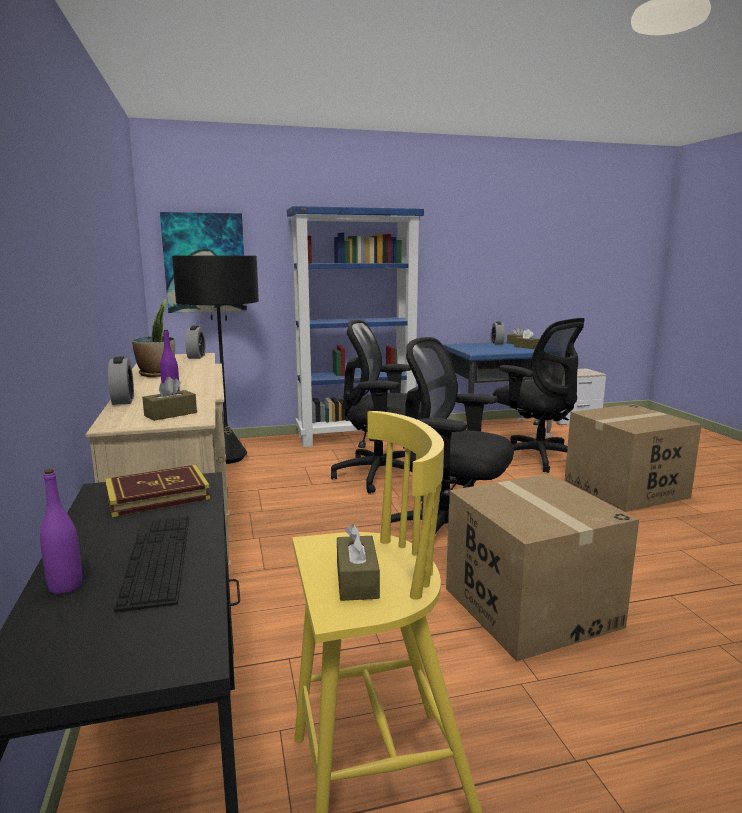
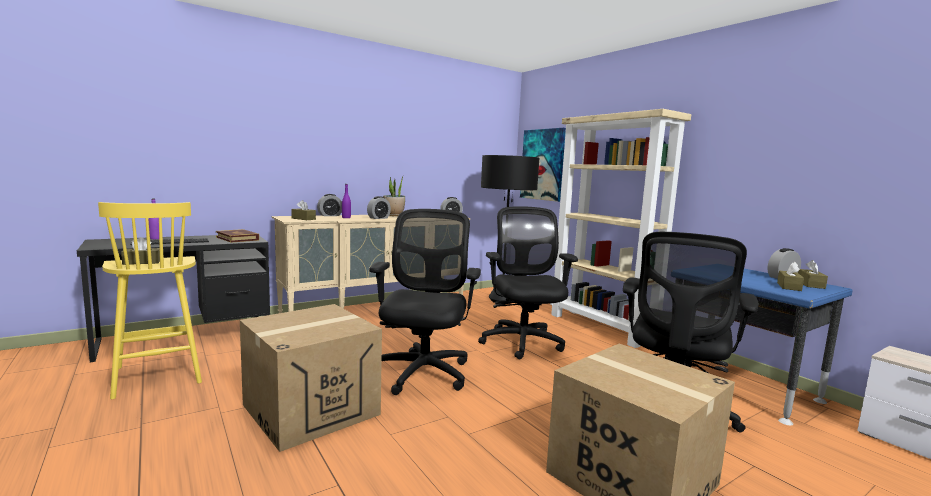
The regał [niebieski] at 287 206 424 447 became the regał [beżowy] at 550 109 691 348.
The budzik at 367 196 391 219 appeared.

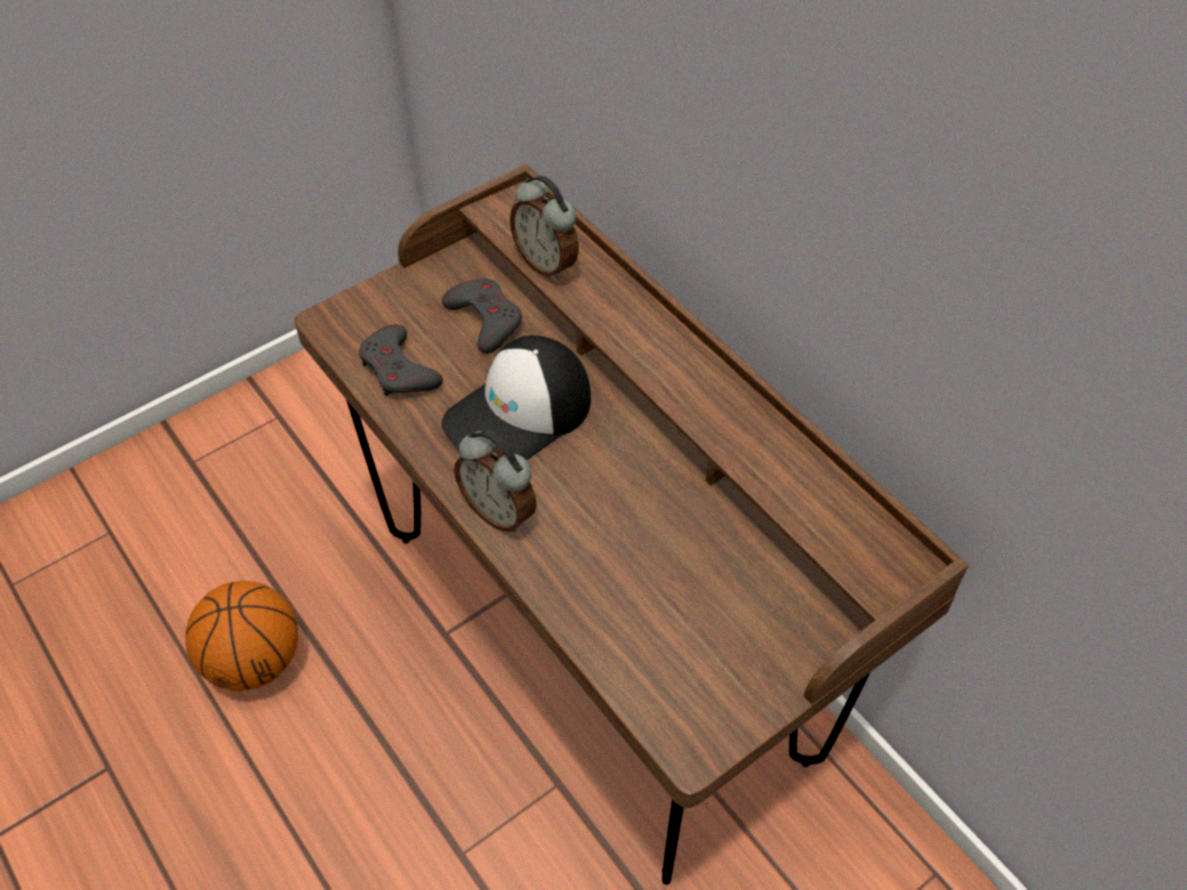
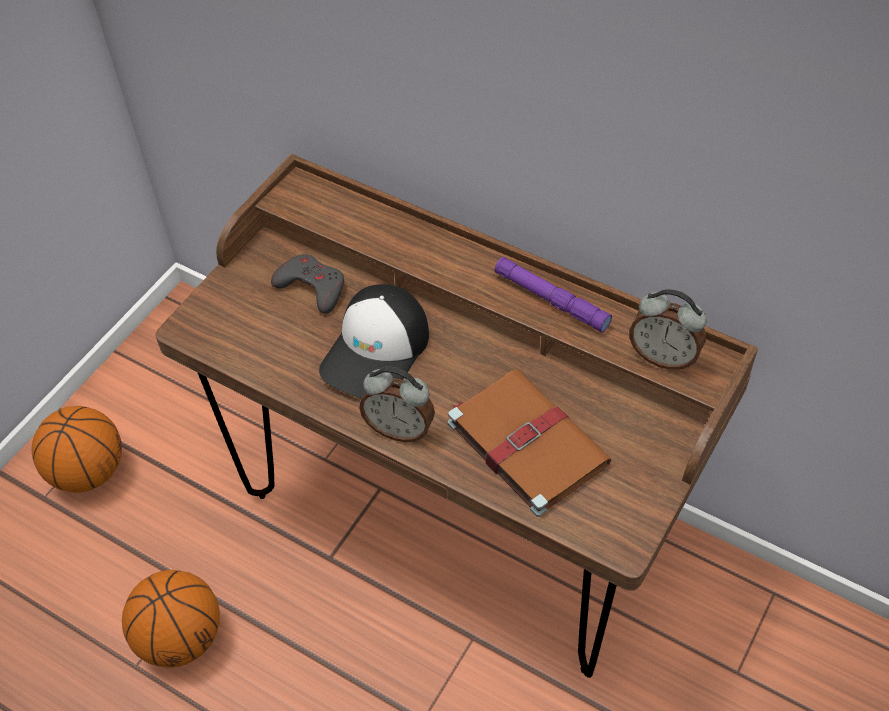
The budzik moved from 510 175 579 280 to 629 289 707 370.
The pad do gier [szary] at 359 324 443 396 disappeared.
The latarka [fioletowy] at 494 257 612 333 appeared.
The książka [brązowy] at 448 369 611 517 appeared.
The piłka do koszykówki at 32 406 122 493 appeared.

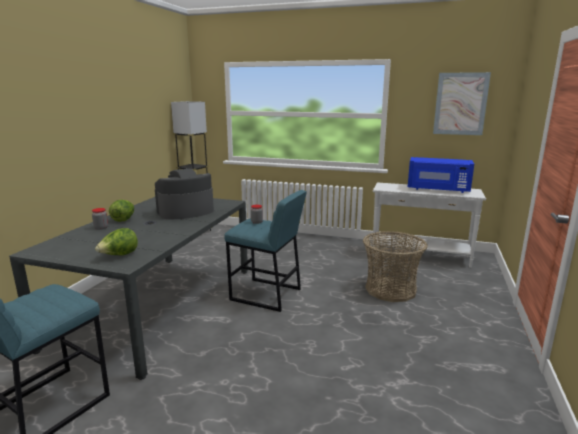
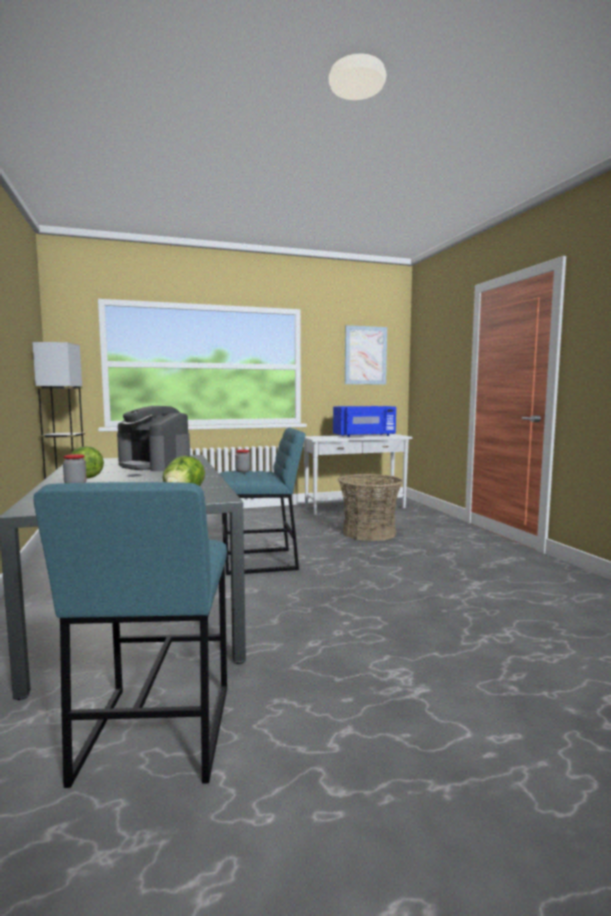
The ekspres do kawy at 155 169 214 220 turned 75 degrees counterclockwise.

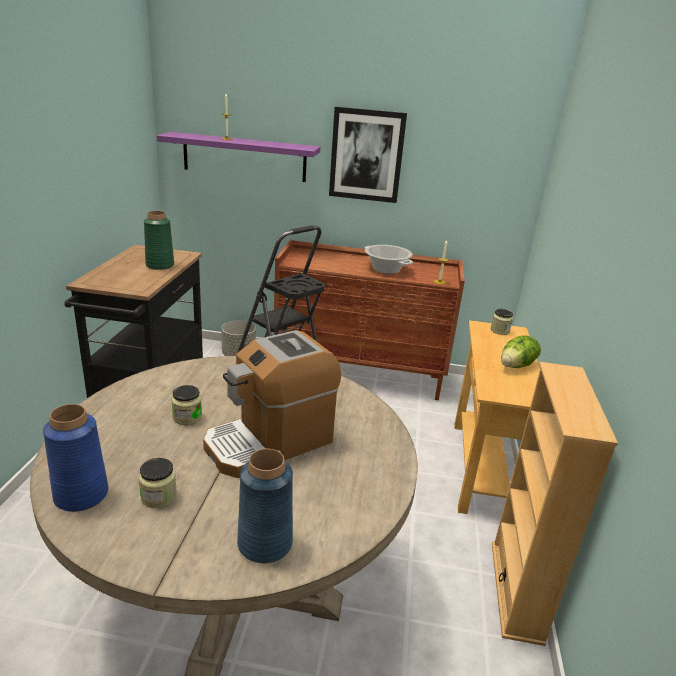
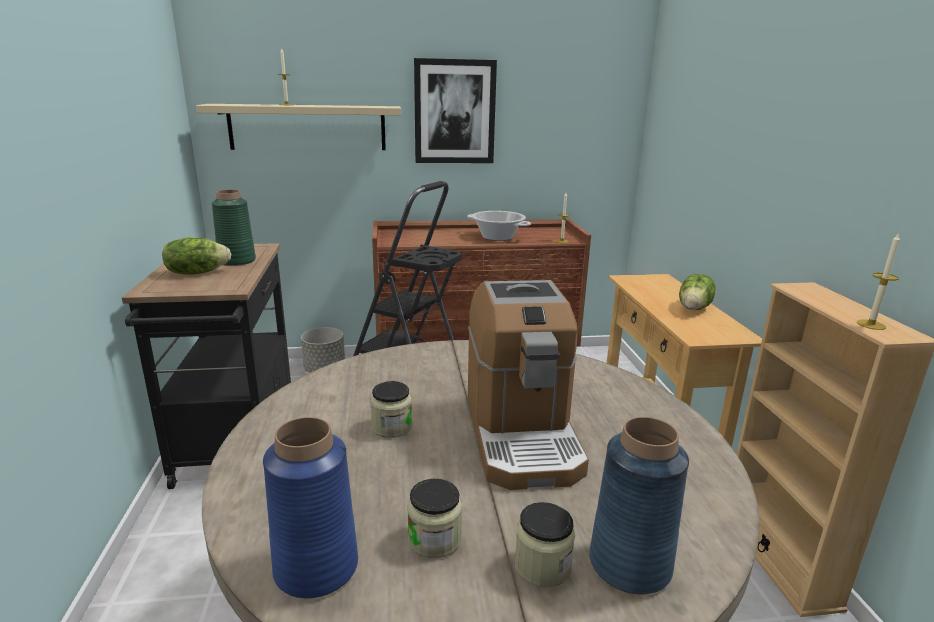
The półka [fioletowy] at 157 132 321 182 became the półka [beżowy] at 196 104 402 150.
The słoik moved from 490 309 513 335 to 515 502 575 588.
The ekspres do kawy at 203 330 341 478 turned 45 degrees counterclockwise.
The świeca at 857 234 900 330 appeared.
The sałata at 162 237 231 275 appeared.

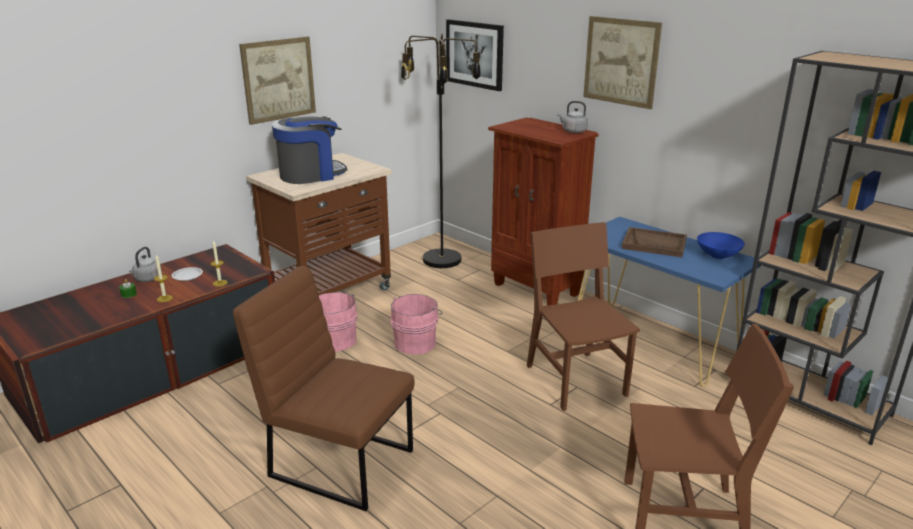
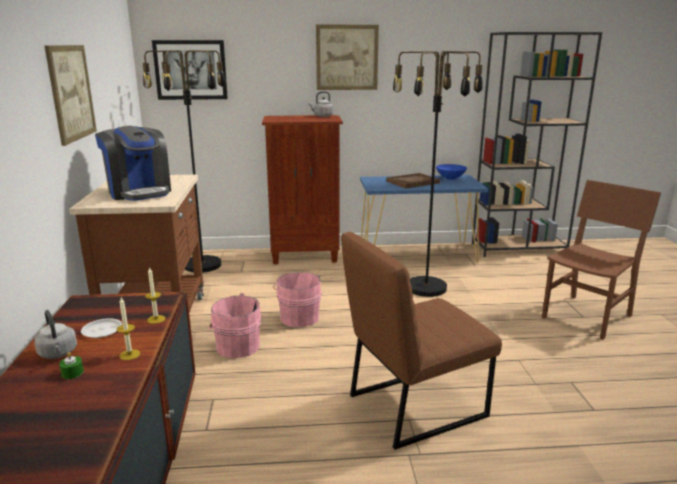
The ekspres do kawy at 272 116 347 184 turned 135 degrees clockwise.
The krzesło [brązowy] at 527 222 640 411 was replaced by the lampa stojąca at 393 51 483 297.

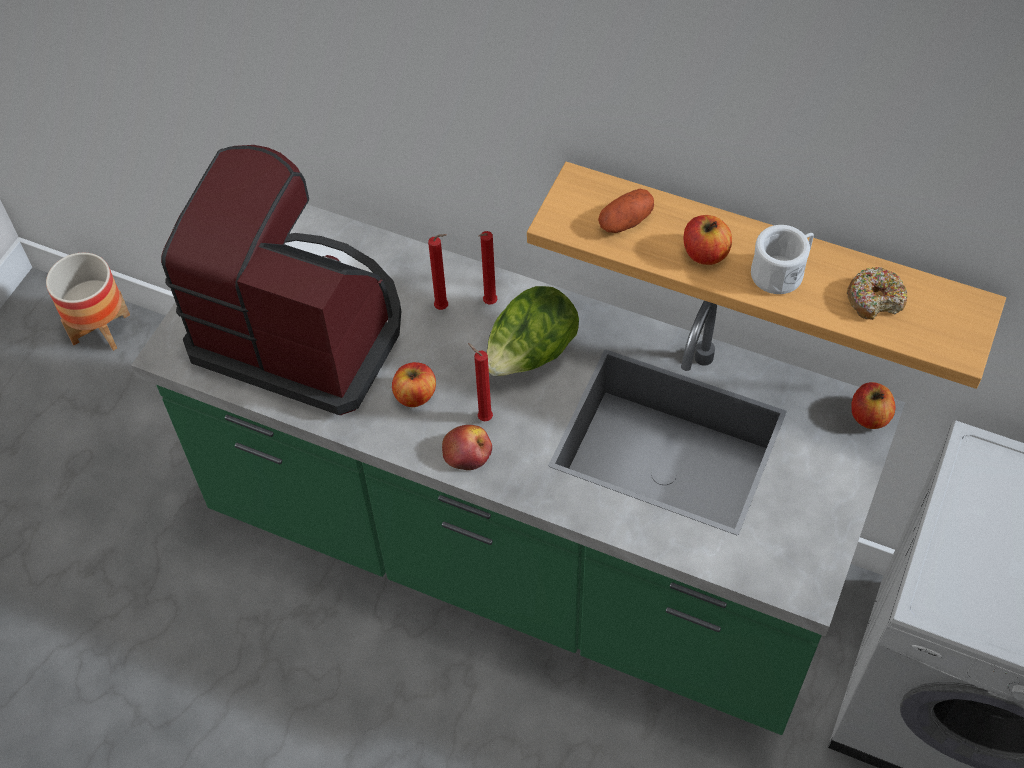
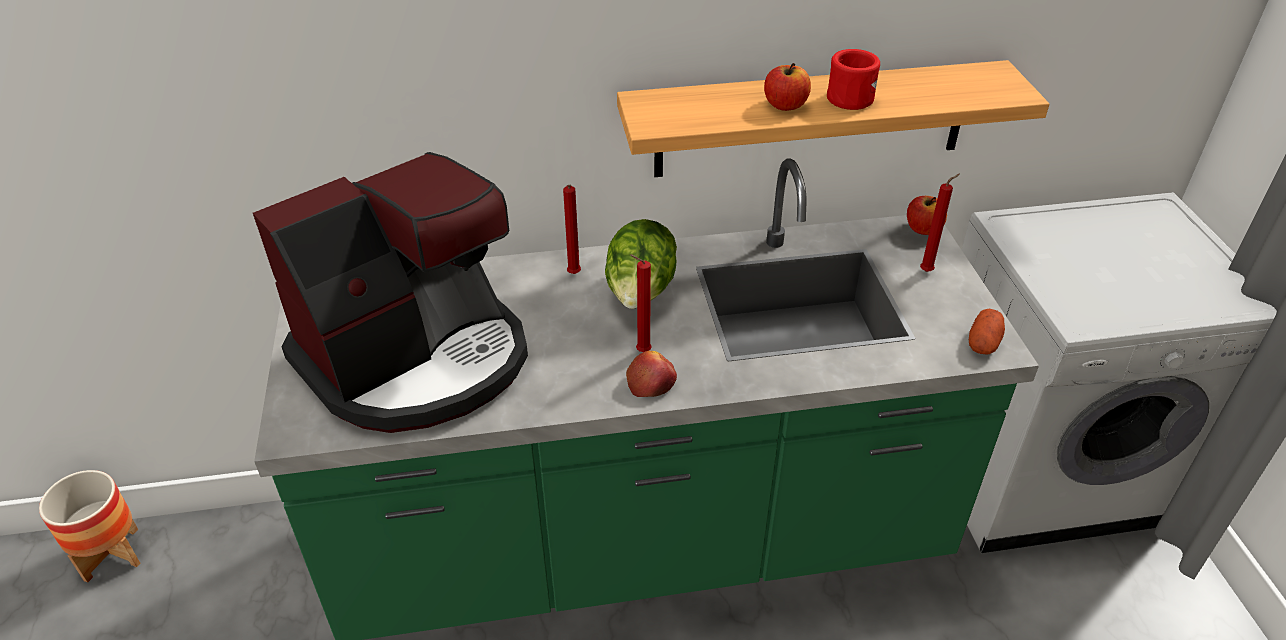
The ekspres do kawy at 161 145 401 415 turned 150 degrees clockwise.
The ziemniak moved from 598 189 654 233 to 969 309 1005 355.
The kubek [biały] at 751 225 814 294 became the kubek [czerwony] at 827 49 880 110.
The świeca [czerwony] moved from 428 234 448 310 to 920 174 960 272.
The donut at 847 267 907 320 disappeared.
The jabłko at 392 362 436 407 disappeared.

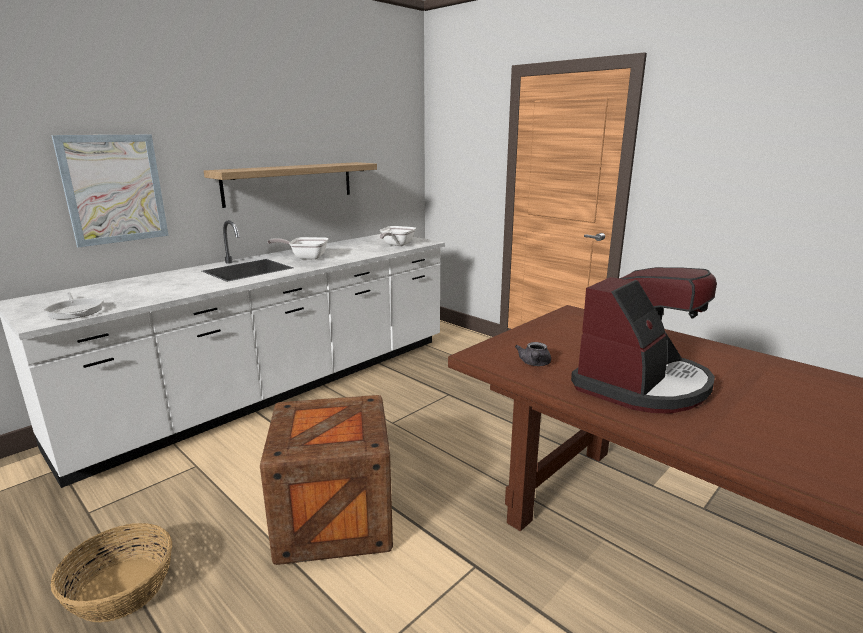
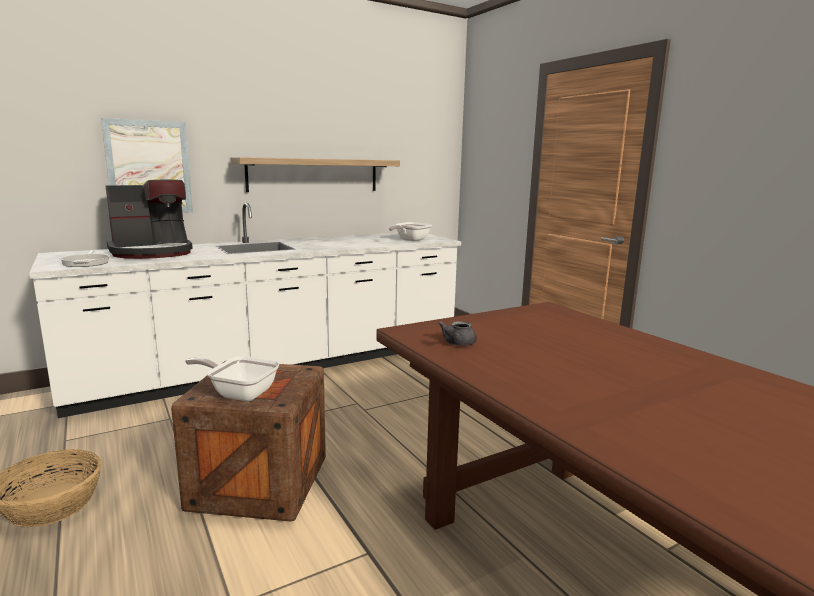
The patelnia moved from 267 237 329 260 to 185 356 279 401.
The ekspres do kawy moved from 571 267 717 414 to 105 179 193 259.

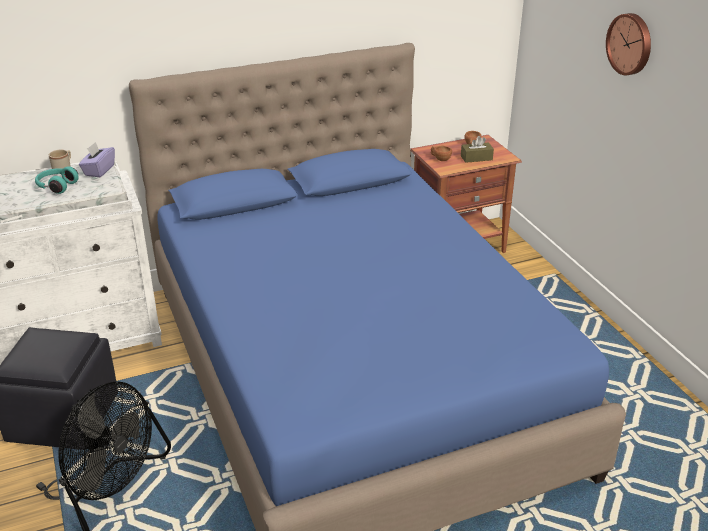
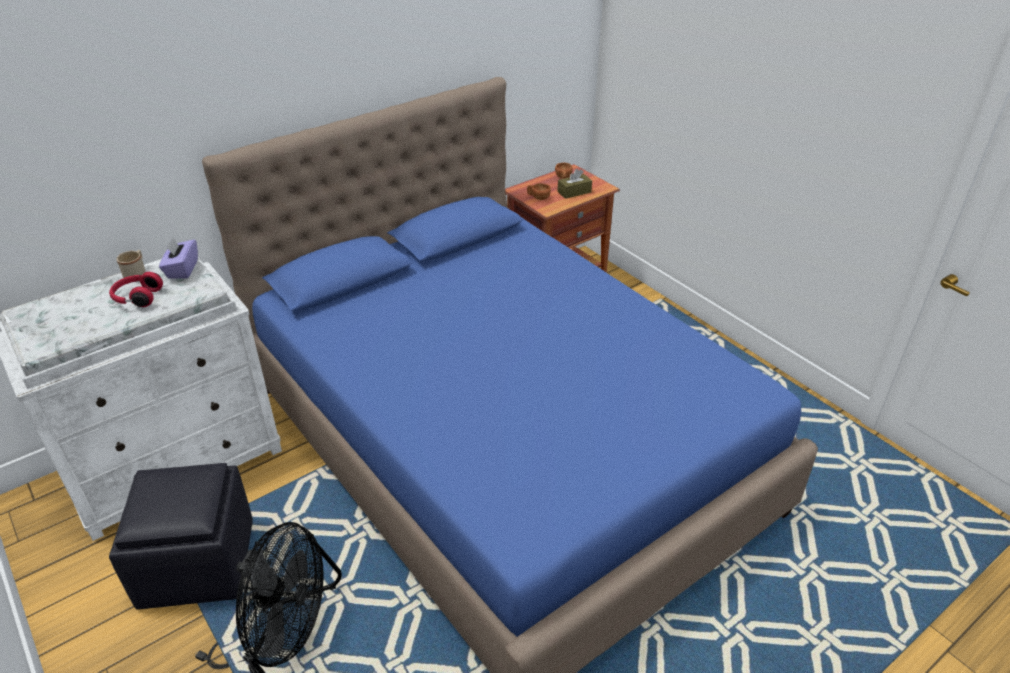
The zegar ścienny at 606 13 651 75 disappeared.
The słuchawki [turkusowy] at 35 166 79 194 became the słuchawki [czerwony] at 109 272 163 307.

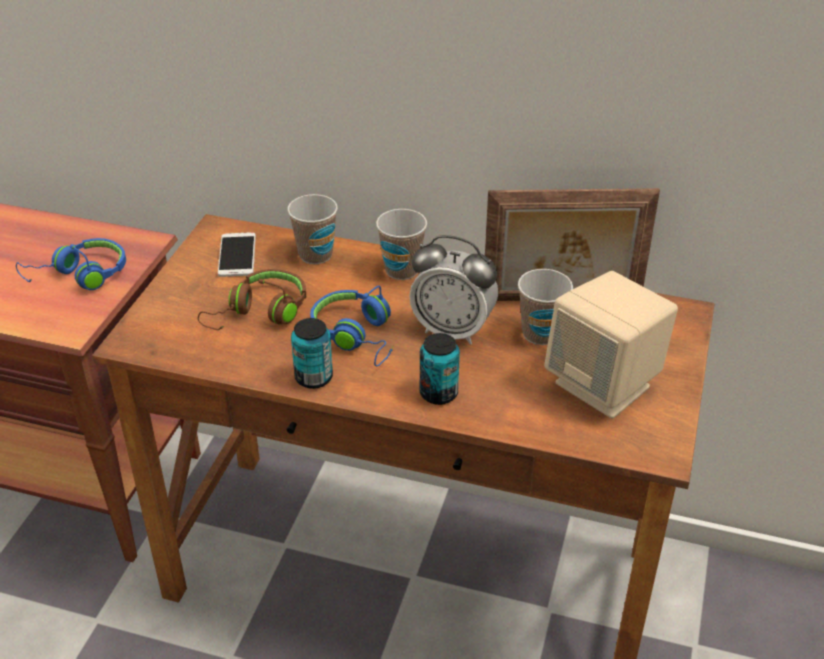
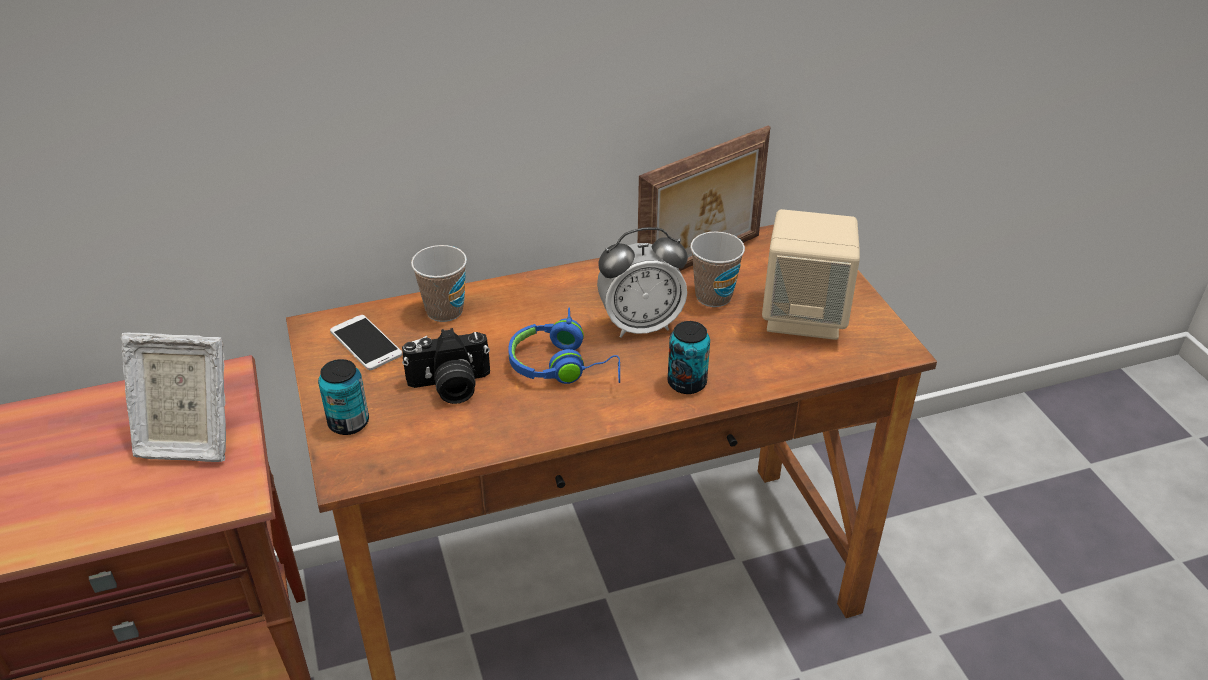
The filiżanka at 376 209 427 280 disappeared.
The słuchawki [niebieski] at 16 238 126 290 was replaced by the ramka na zdjęcie at 121 333 226 462.
The słuchawki [brązowy] at 198 269 306 330 was replaced by the aparat fotograficzny at 402 328 490 404.
The puszka moved from 291 318 333 389 to 318 359 369 435.

